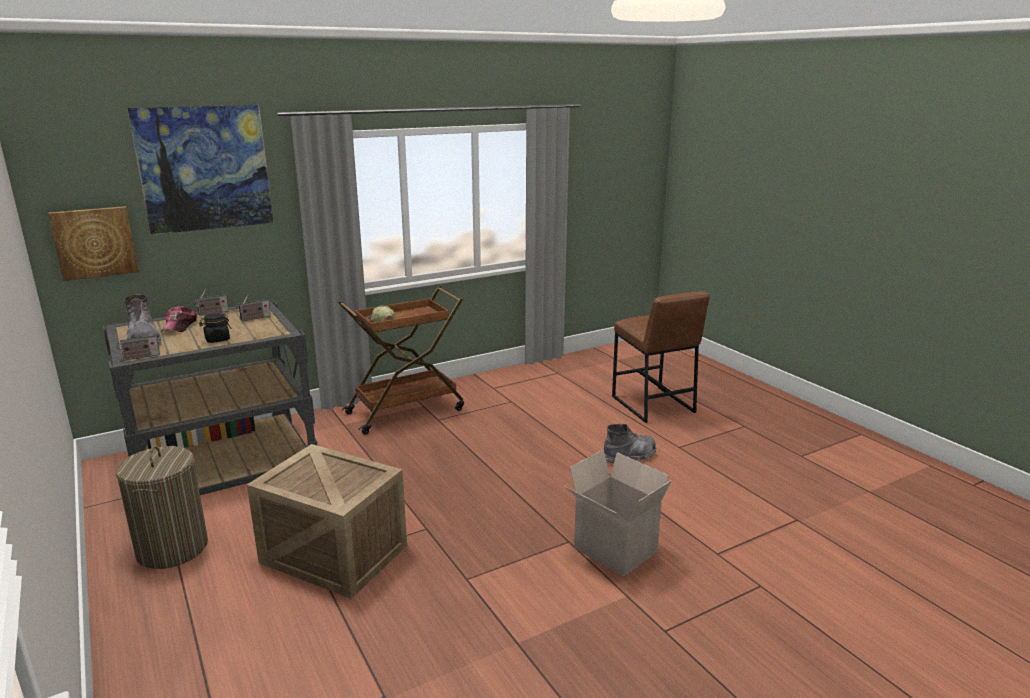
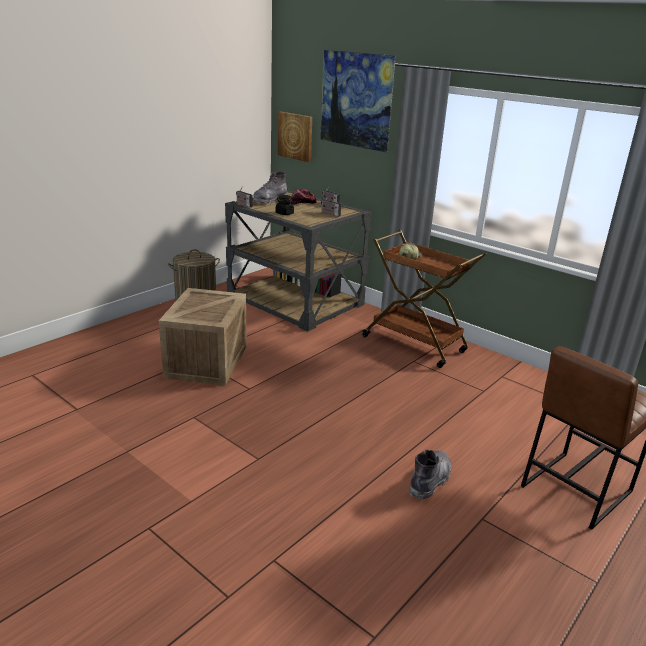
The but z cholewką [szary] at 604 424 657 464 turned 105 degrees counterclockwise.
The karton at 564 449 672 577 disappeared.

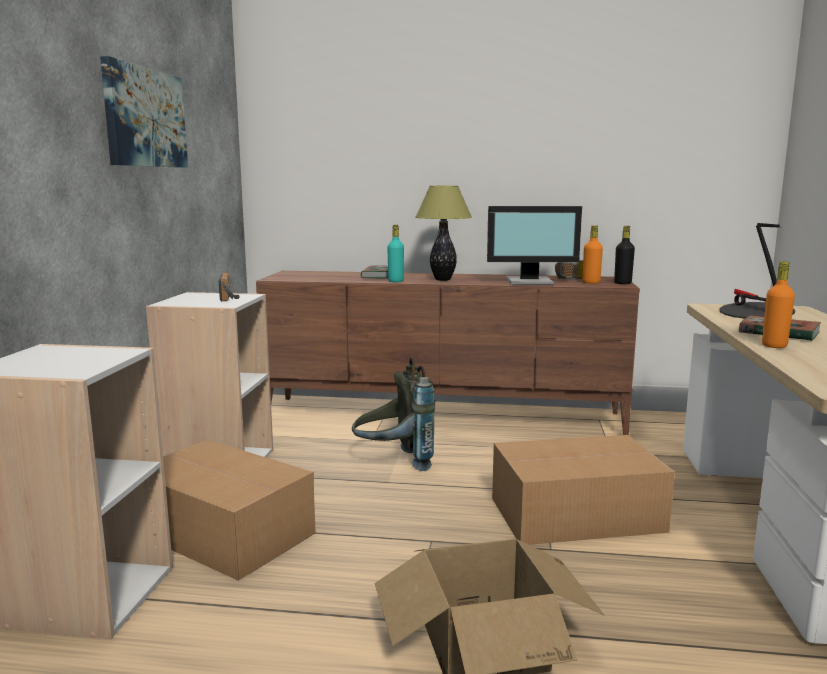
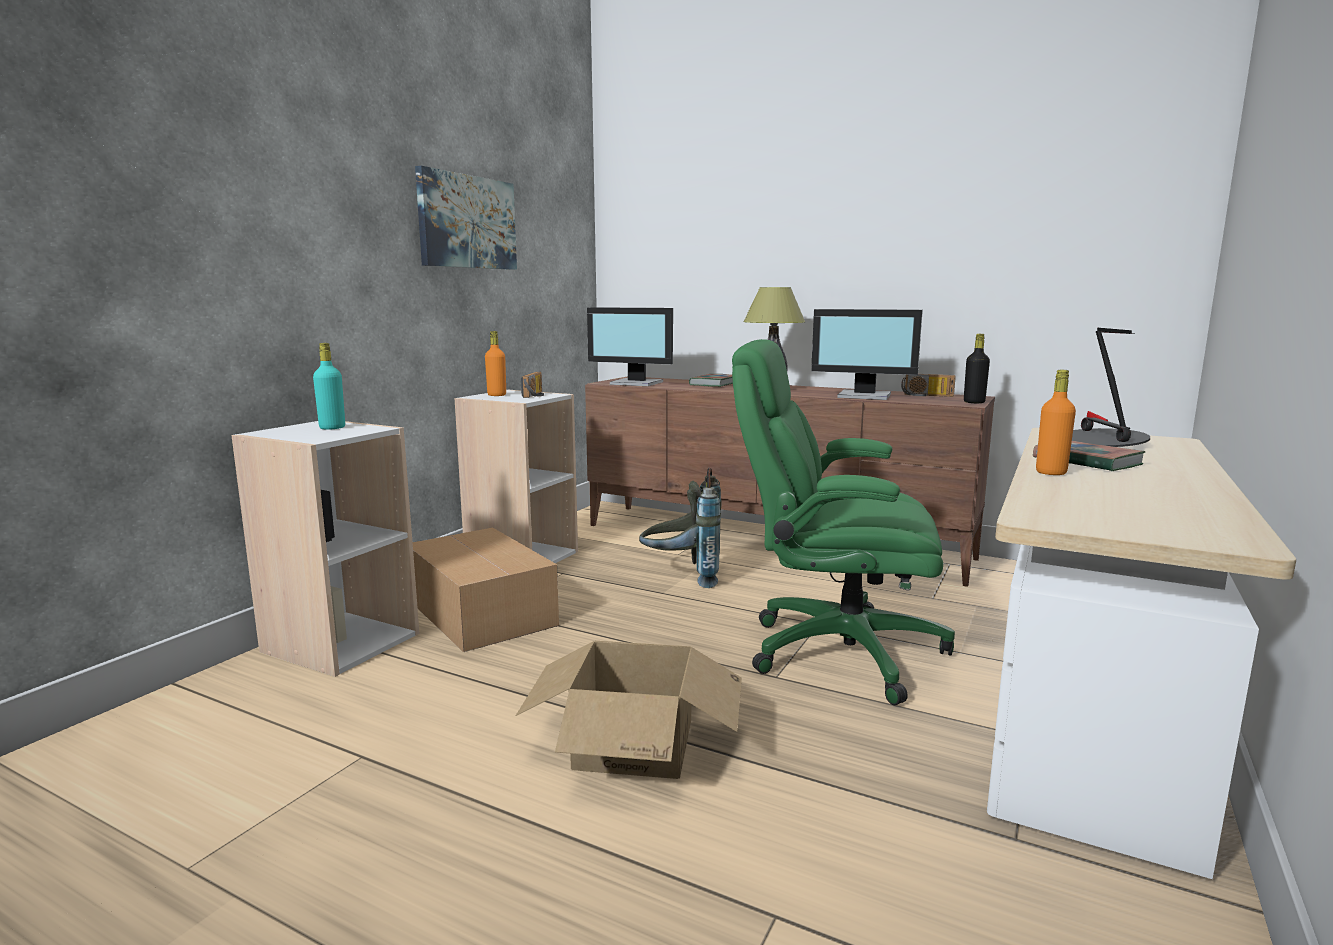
The butelka [turkusowy] moved from 387 225 404 282 to 313 343 345 430.
The butelka [pomarańczowy] moved from 583 225 603 284 to 485 331 506 396.
The karton at 492 435 675 545 was replaced by the krzesło biurowe [zielony] at 732 339 955 705.
The monitor at 587 307 673 386 appeared.

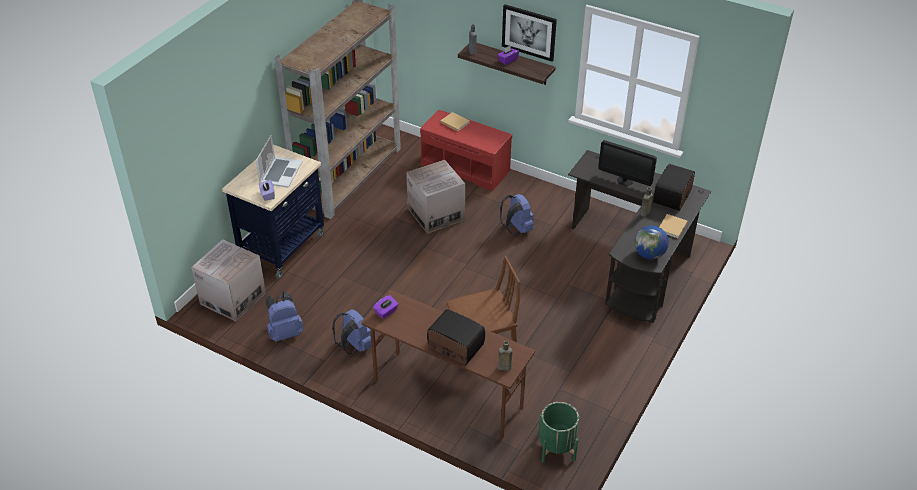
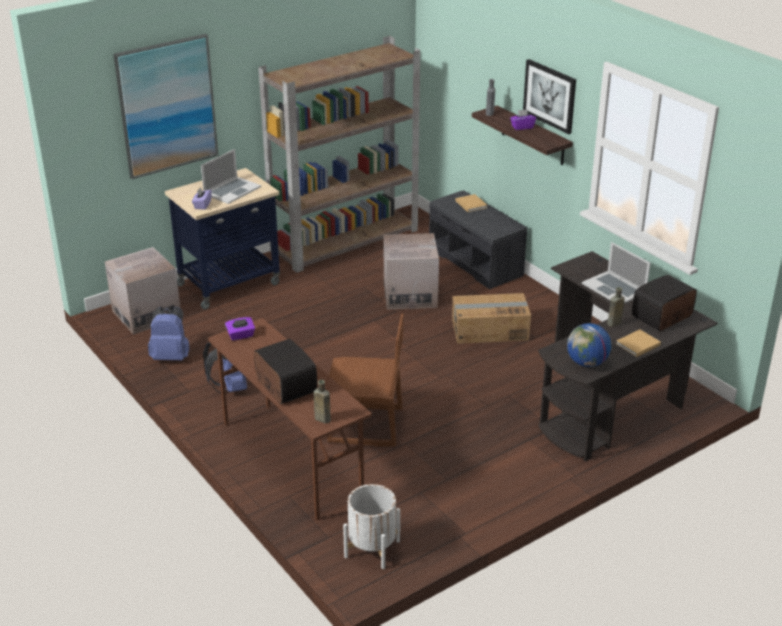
The ławka [czerwony] at 420 110 512 191 became the ławka [szary] at 429 190 528 289.
The monitor at 598 140 657 186 was replaced by the laptop at 582 242 651 304.
The plecak [niebieski] at 500 194 534 234 was replaced by the karton at 452 293 531 344.
The donica [zielony] at 538 402 579 463 became the donica [biały] at 343 484 400 569.
The obraz at 113 34 219 179 appeared.

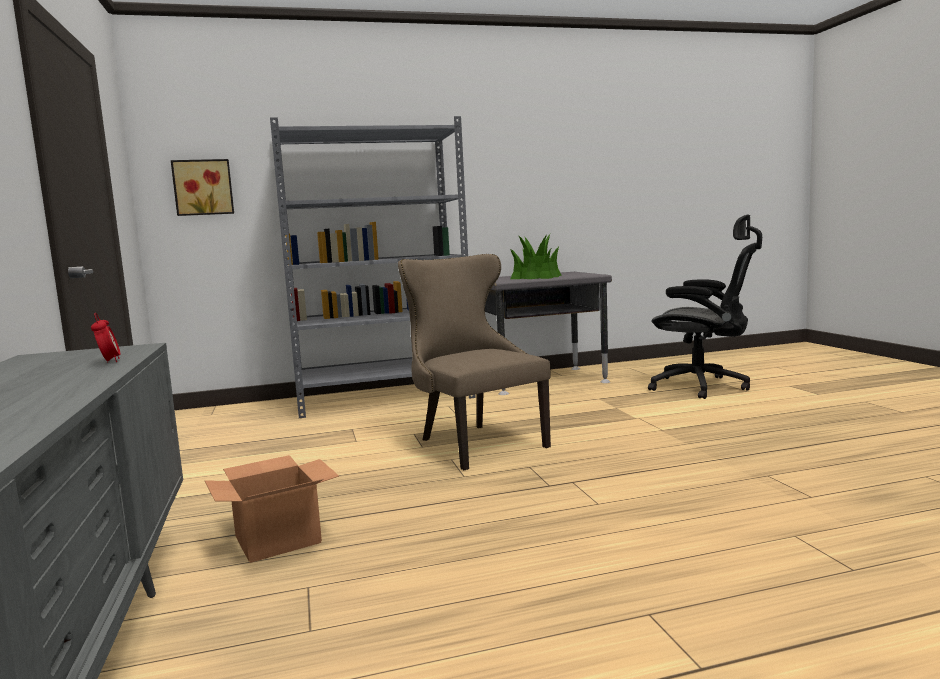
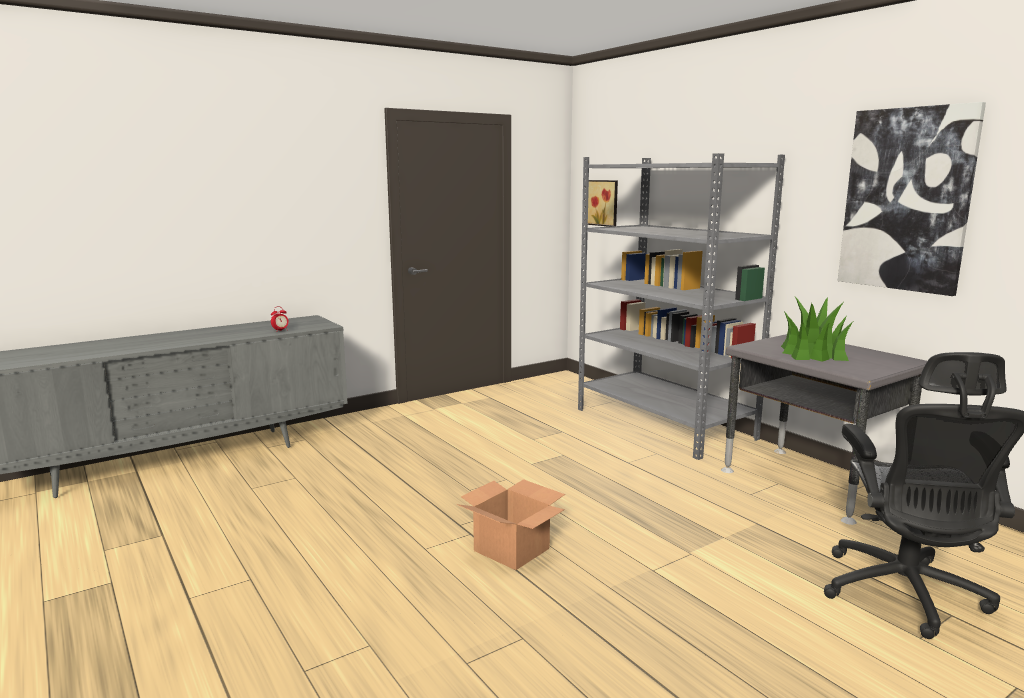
The krzesło [beżowy] at 398 254 551 470 disappeared.
The karton moved from 205 455 339 563 to 457 479 565 570.
The obraz at 838 102 986 296 appeared.

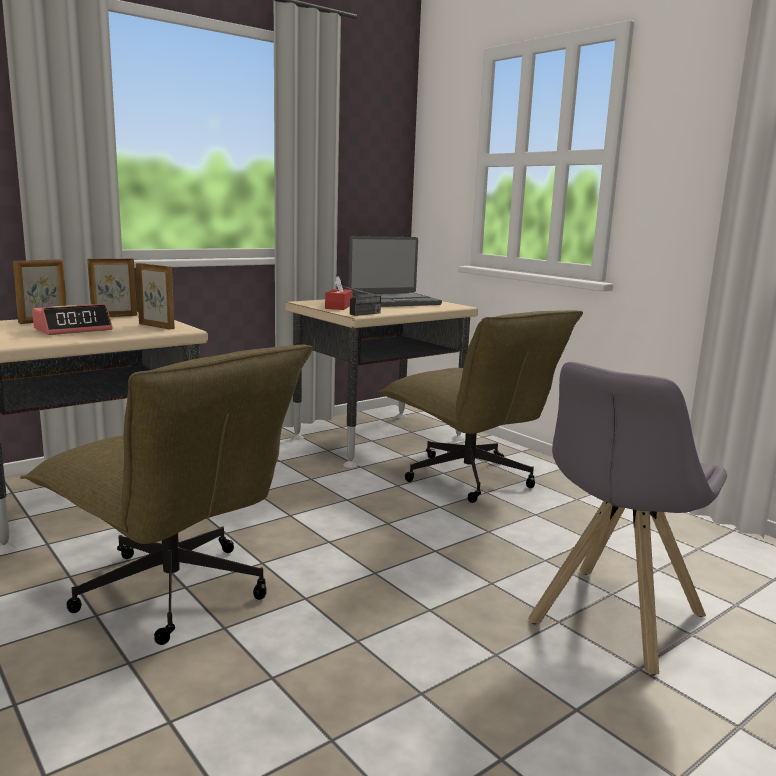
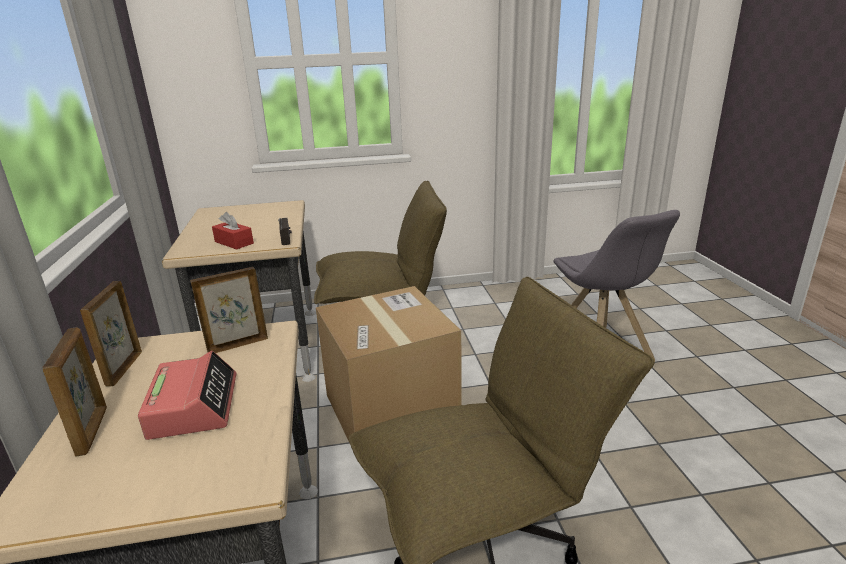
The laptop at 348 236 442 307 disappeared.
The karton at 316 286 462 443 appeared.

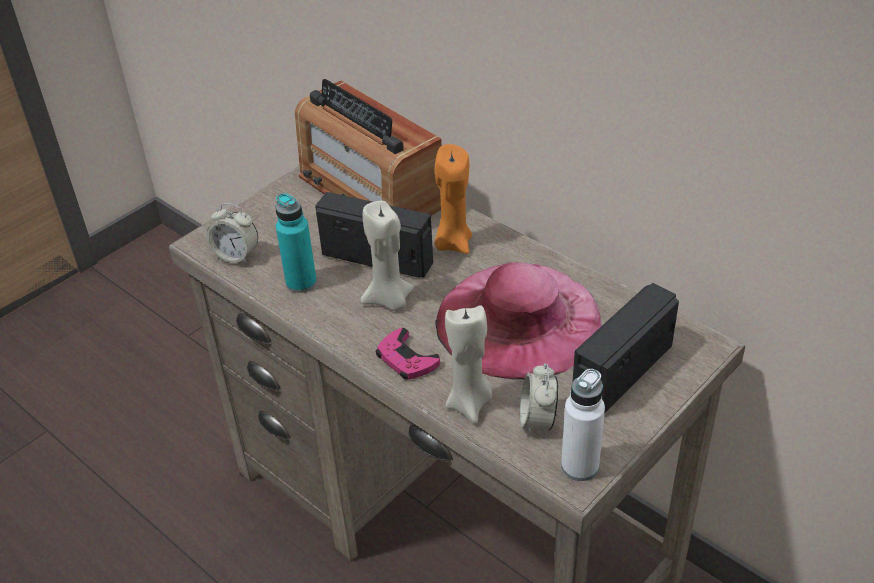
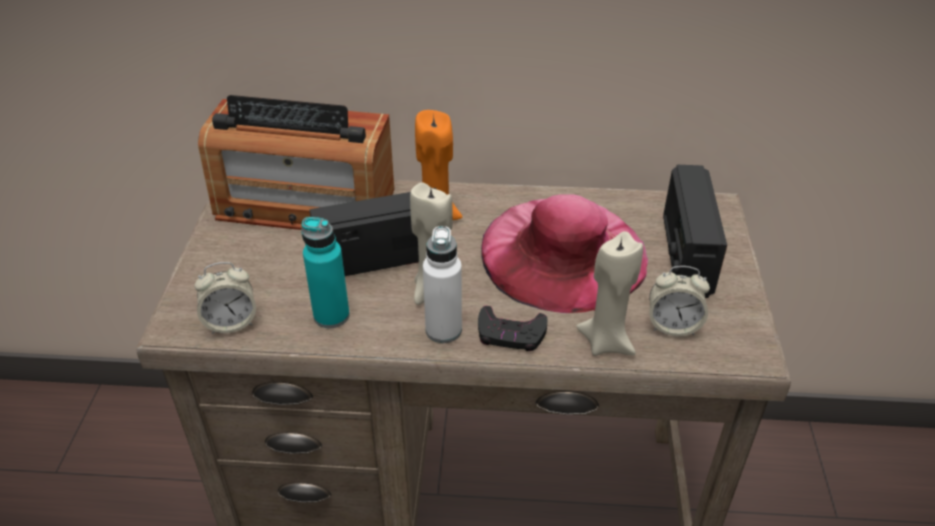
The pad do gier [różowy] at 376 328 440 380 became the pad do gier [czarny] at 478 306 548 351.
The budzik at 520 363 558 435 turned 45 degrees counterclockwise.
The butelka [biały] moved from 561 369 605 481 to 423 226 462 343.

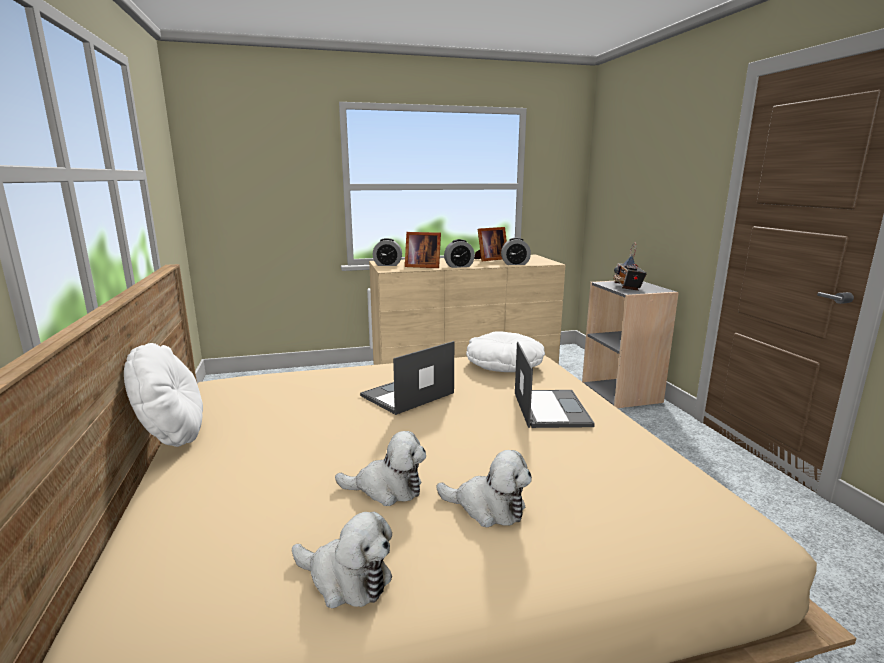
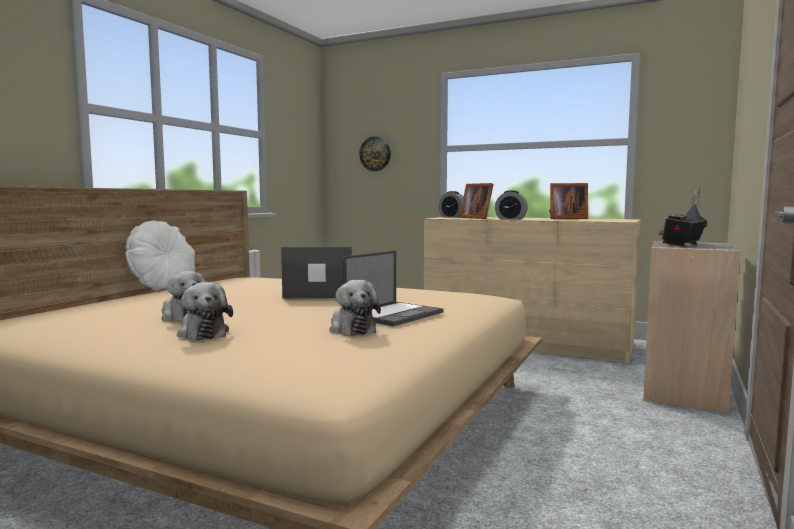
The budzik at 501 238 531 265 disappeared.
The poduszka [biały] at 466 331 545 372 disappeared.
The pluszak moved from 292 512 392 608 to 329 280 381 336.
The zegar ścienny at 359 136 391 171 appeared.

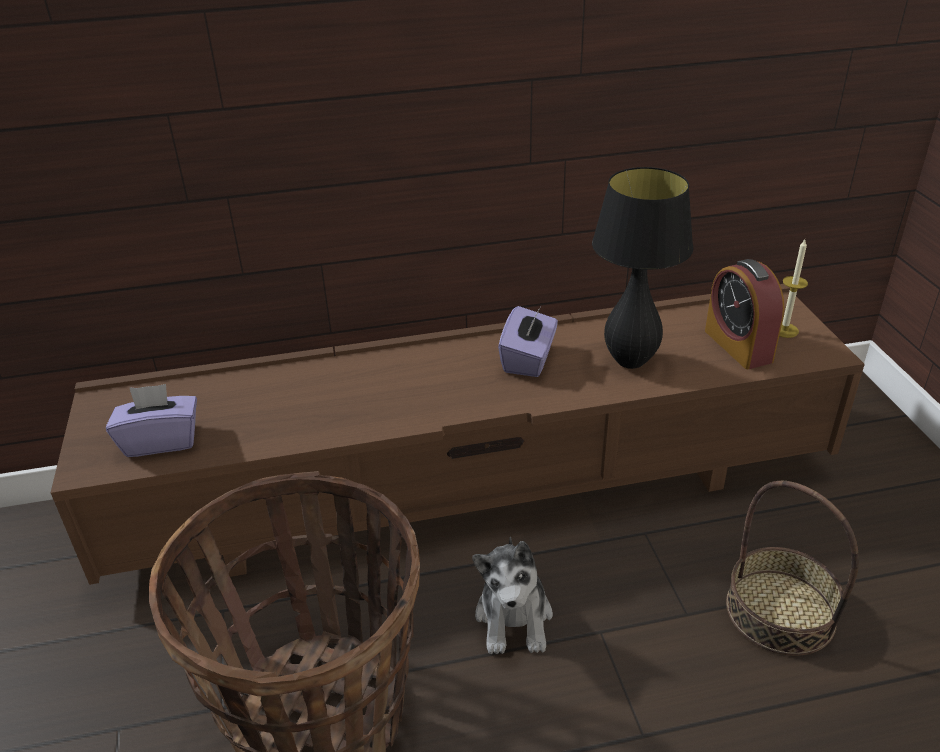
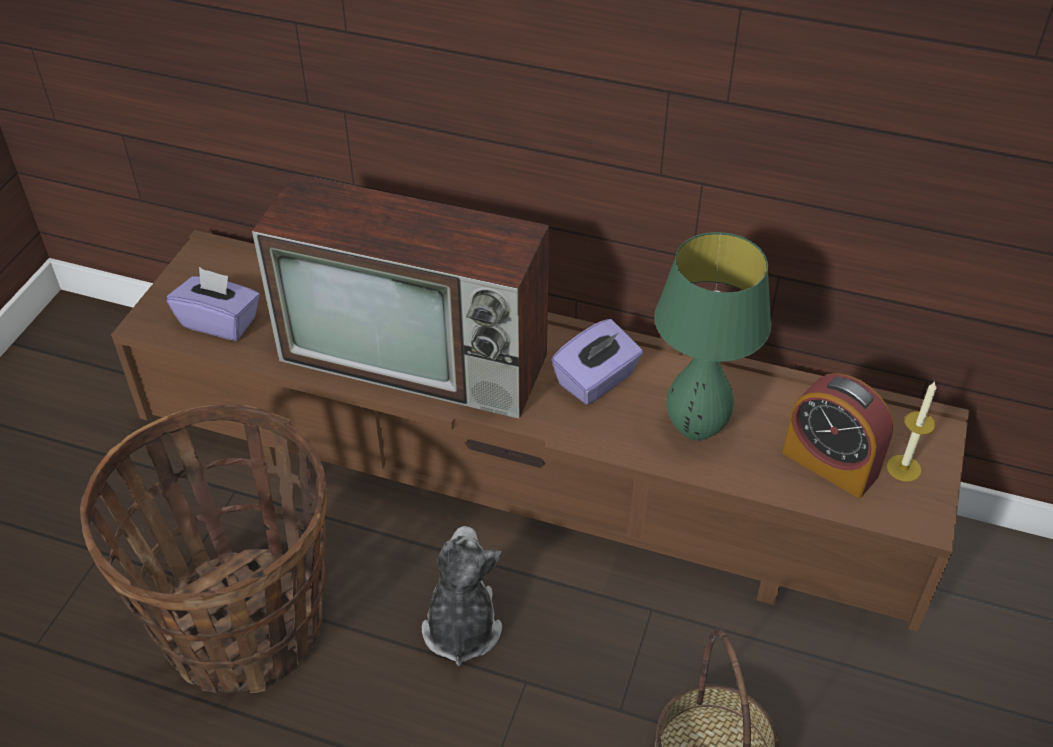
The lampa stołowa [czarny] at 592 167 694 369 became the lampa stołowa [zielony] at 654 232 771 441.
The budzik at 705 259 784 369 turned 60 degrees counterclockwise.
The pluszak at 472 536 553 654 turned 150 degrees clockwise.
The telewizor at 252 174 549 419 appeared.

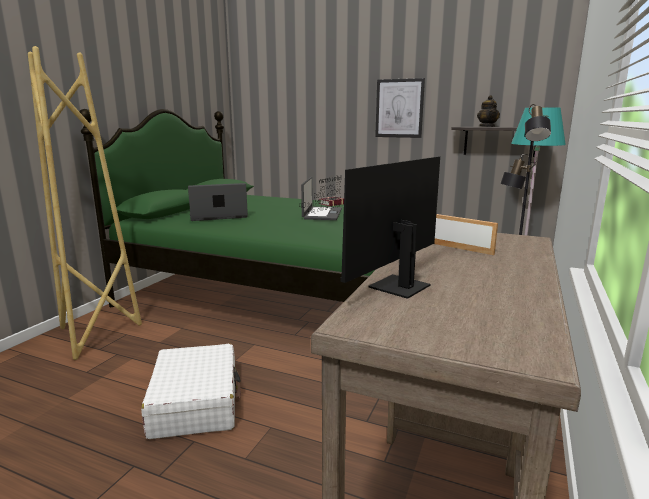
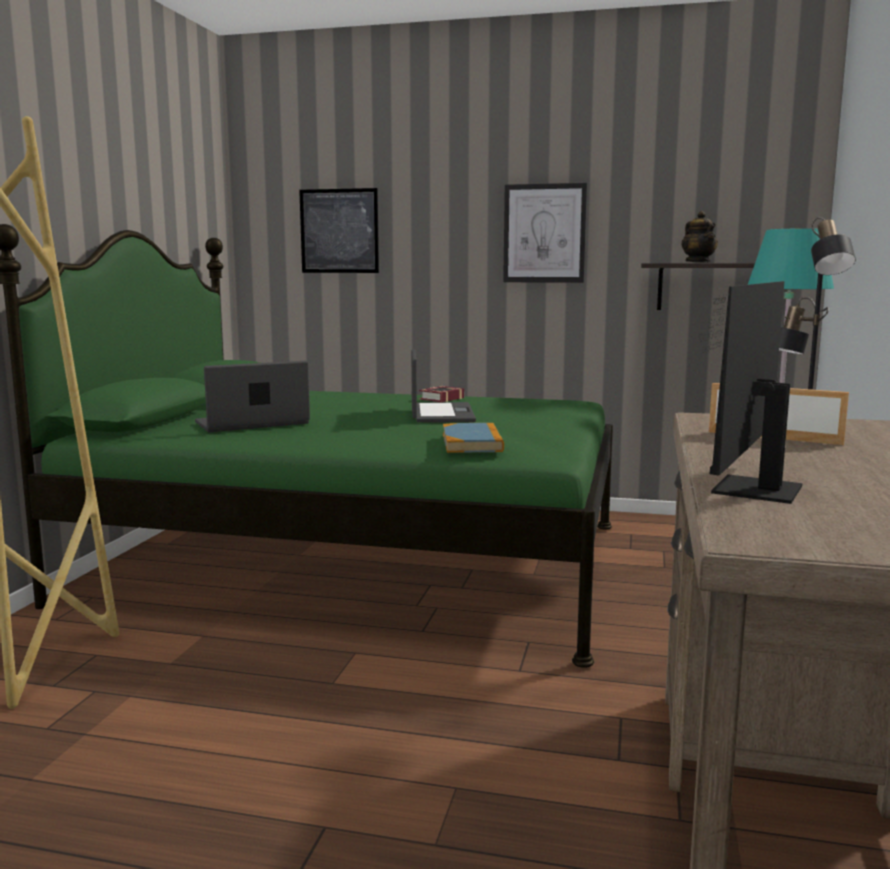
The walizka [biały] at 141 344 241 439 disappeared.
The obraz at 299 188 379 273 appeared.
The książka at 443 423 504 453 appeared.

